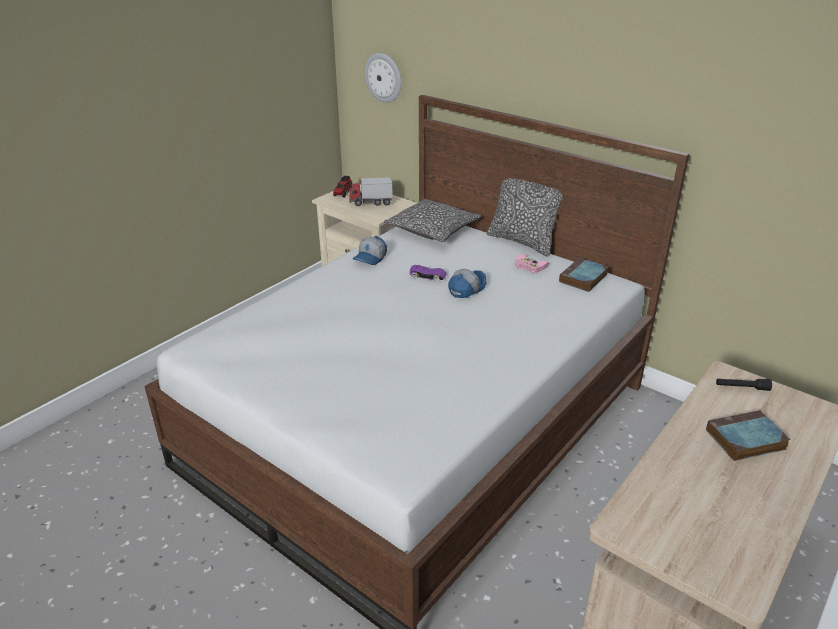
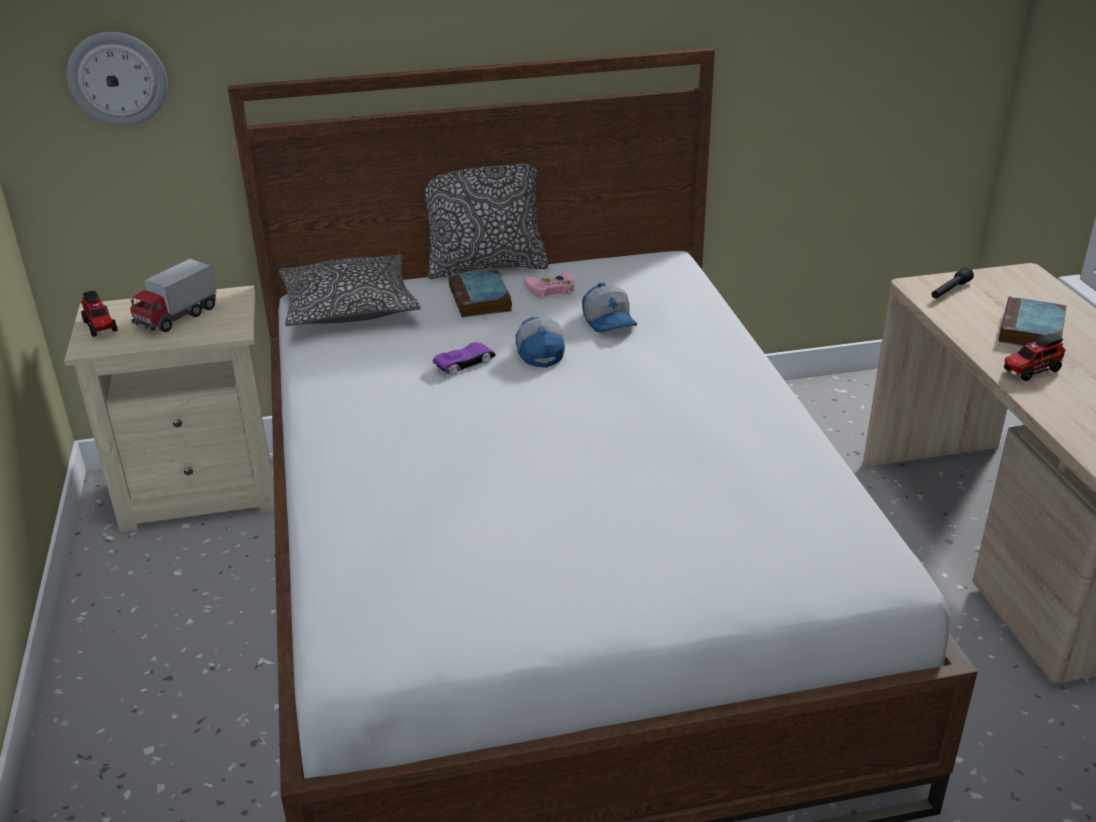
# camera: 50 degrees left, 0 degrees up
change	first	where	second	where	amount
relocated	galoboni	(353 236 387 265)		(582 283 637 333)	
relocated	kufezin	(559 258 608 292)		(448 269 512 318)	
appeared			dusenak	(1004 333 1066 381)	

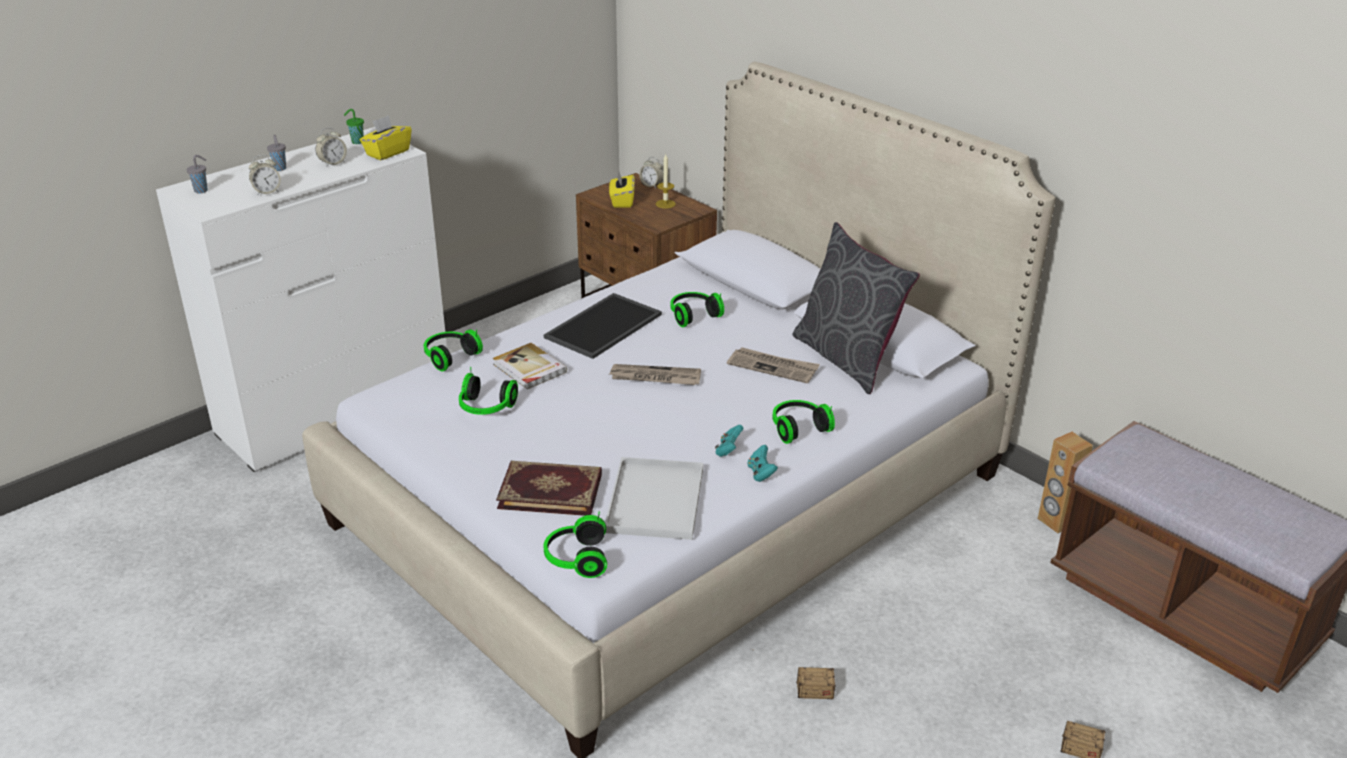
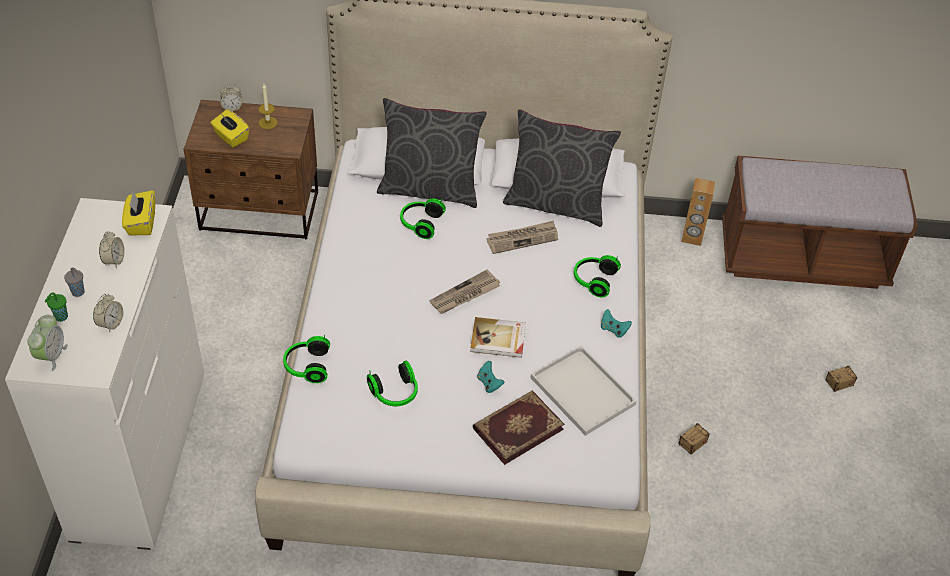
# camera: 45 degrees left, 15 degrees up
change	first	where	second	where	amount
exchanged	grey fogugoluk	(187 155 208 193)	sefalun	(27 314 68 371)	
relocated	green fogugoluk	(344 109 364 144)		(45 292 68 322)	
relocated	kufezin	(493 343 567 389)		(470 317 526 358)	
missing	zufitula	(544 293 662 359)			
missing	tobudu	(544 511 607 578)			
relocated	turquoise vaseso	(715 425 744 457)		(477 361 504 393)	
appeared			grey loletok	(377 98 487 208)	

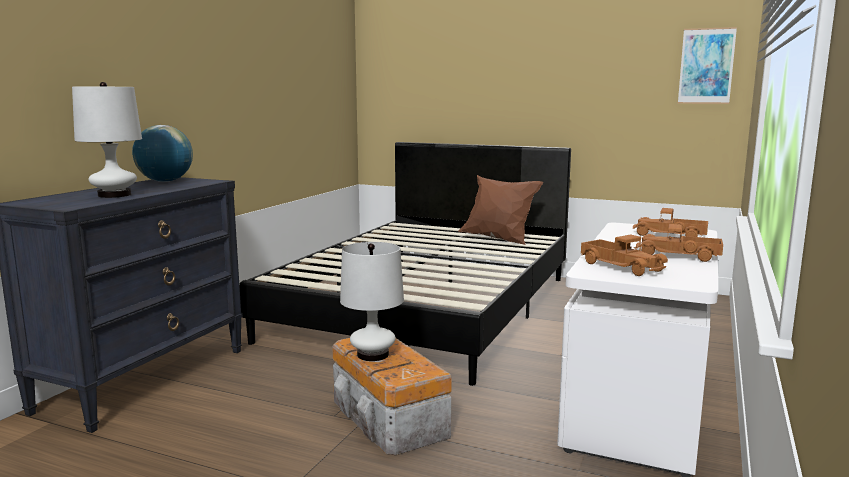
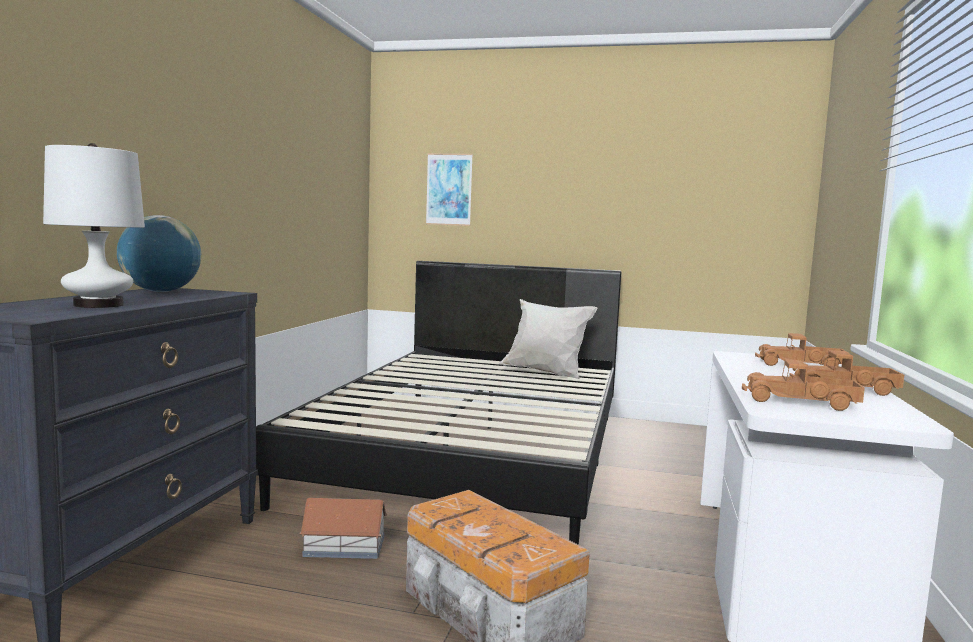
# camera: 10 degrees left, 5 degrees down
change	first	where	second	where	amount
missing	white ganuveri	(340 242 404 361)			
colour	brown loletok	(458 175 543 245)	white loletok	(499 299 598 379)	
spun	dusenak	(581 234 668 276)		(742 359 865 411)	150 degrees clockwise
relocated	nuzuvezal	(678 27 737 104)		(426 153 473 226)	
appeared			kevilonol	(300 498 387 559)	

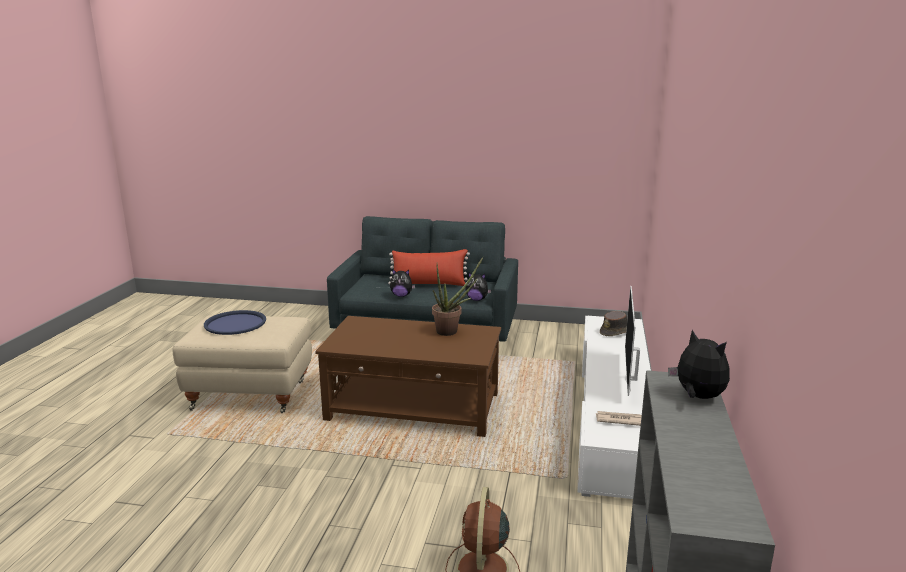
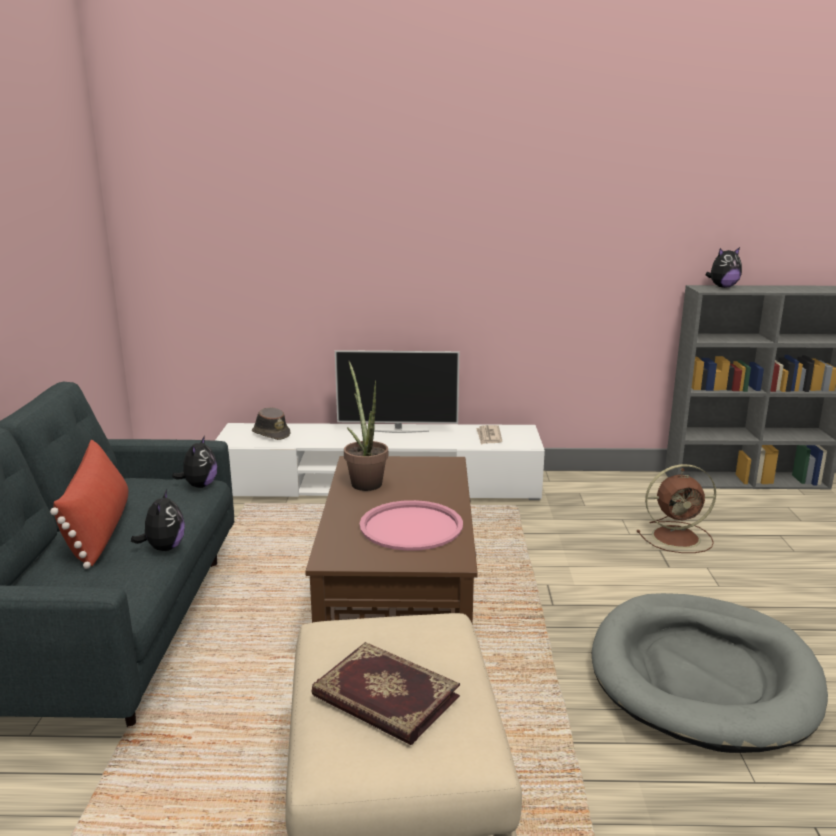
# camera: 100 degrees left, 0 degrees up
change	first	where	second	where	amount
exchanged	blue zufitula	(204 310 266 335)	kufezin	(311 642 460 745)	
spun	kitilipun	(668 330 730 399)		(706 247 742 288)	150 degrees counterclockwise
appeared			pink zufitula	(360 500 463 551)	
appeared			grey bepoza	(592 593 828 753)	

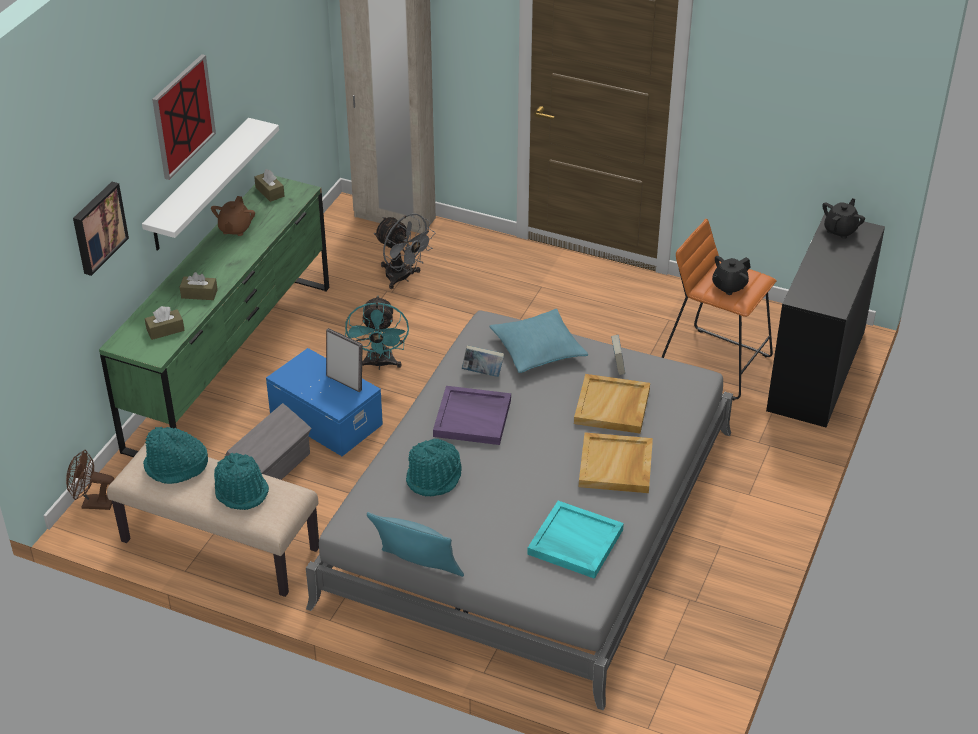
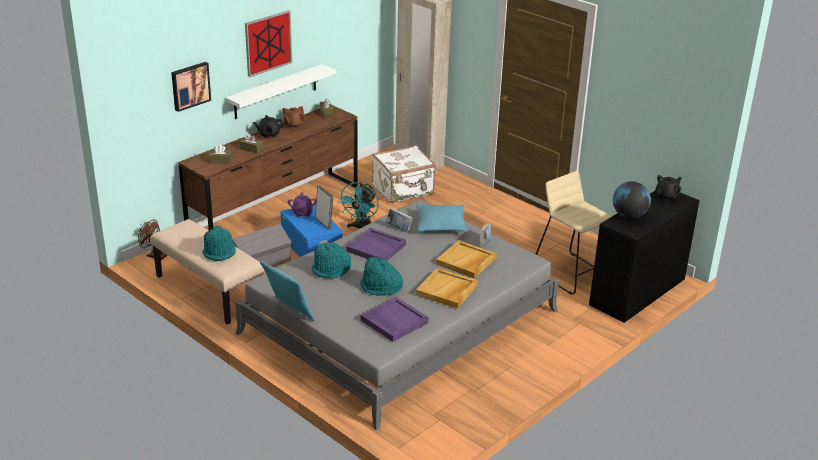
# camera: 20 degrees right, 10 degrees down
change	first	where	second	where	amount
colour	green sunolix	(99 176 329 457)	brown sunolix	(178 105 358 230)	
relocated	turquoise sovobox	(143 427 208 484)		(360 256 403 296)	
exchanged	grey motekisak	(374 213 435 289)	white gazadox	(372 145 436 203)	
colour	turquoise zufitula	(527 501 624 579)	purple zufitula	(361 297 429 342)	
colour	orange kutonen	(661 219 777 400)	beige kutonen	(535 171 612 295)	
relocated	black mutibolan	(712 256 750 295)		(253 115 284 138)	
appeared			purple mutibolan	(288 193 316 217)	
appeared			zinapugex	(613 181 651 219)	

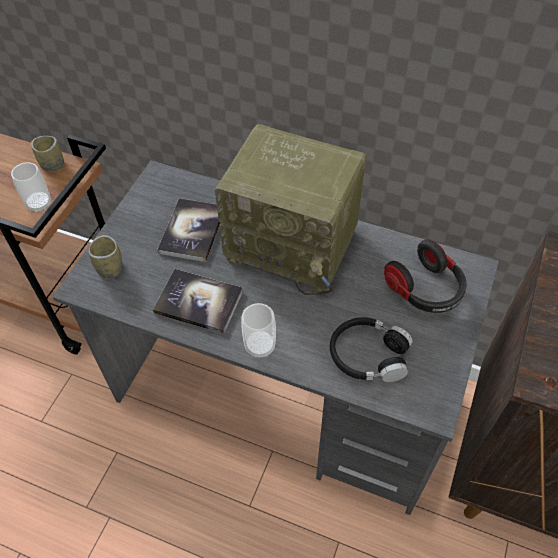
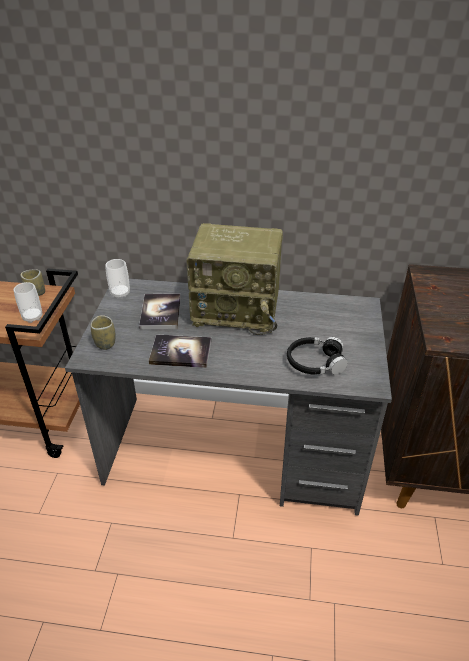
# camera: 15 degrees left, 15 degrees down
change	first	where	second	where	amount
relocated	fogugoluk	(241 303 276 358)		(105 259 130 299)	
missing	tobudu	(384 239 466 313)			

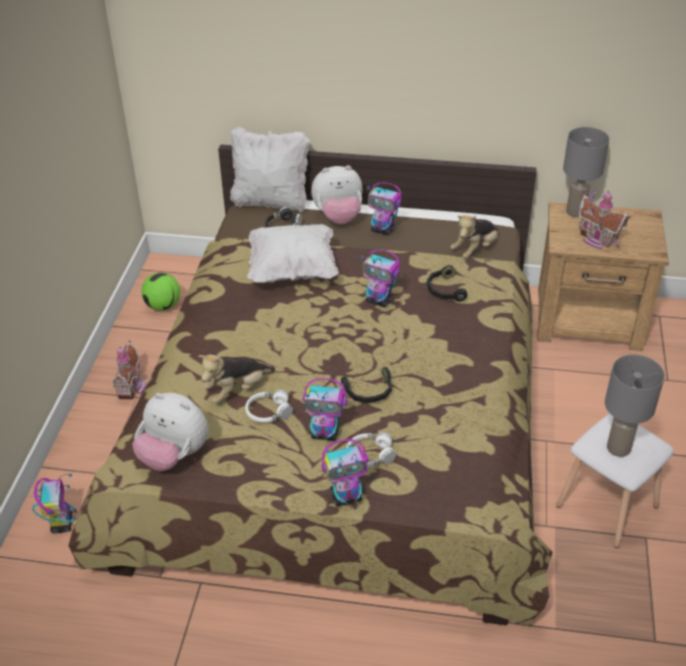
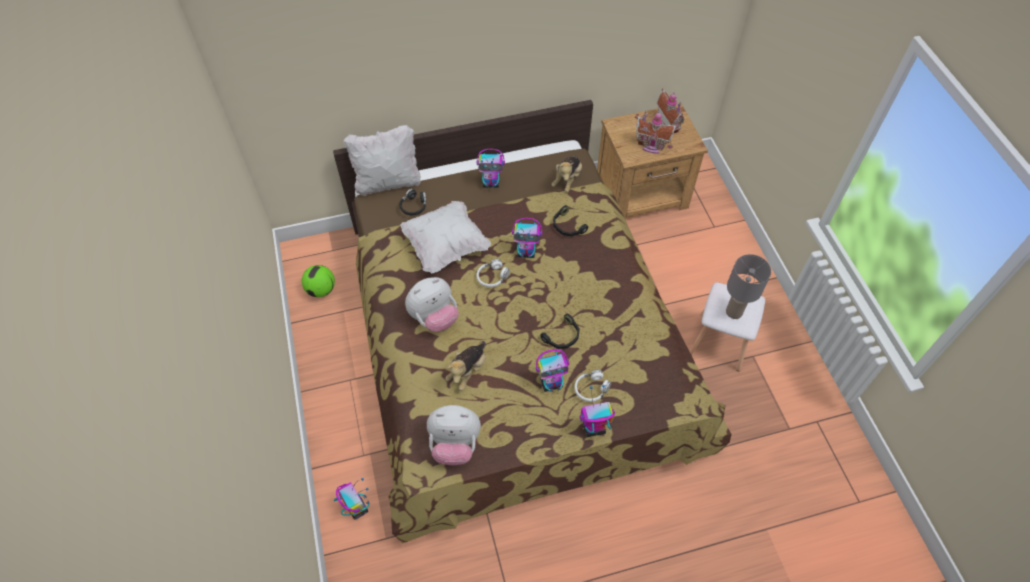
# camera: 25 degrees left, 15 degrees up
change	first	where	second	where	amount
relocated	kevilonol	(113 340 146 400)		(657 88 684 133)	
relocated	white tobudu	(245 389 293 423)		(476 259 510 287)	
relocated	kitilipun	(311 165 363 224)		(405 277 459 332)	
spun	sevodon	(322 439 369 507)		(580 385 615 437)	150 degrees counterclockwise
missing	grey ganuveri	(563 127 609 217)			

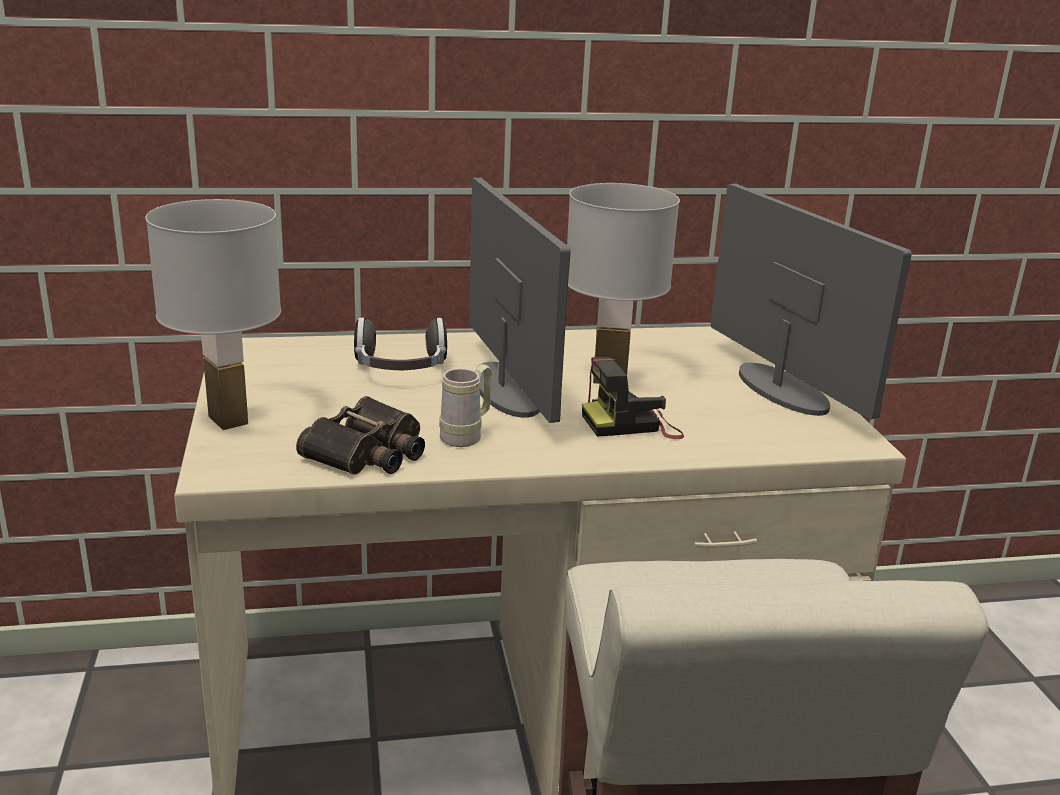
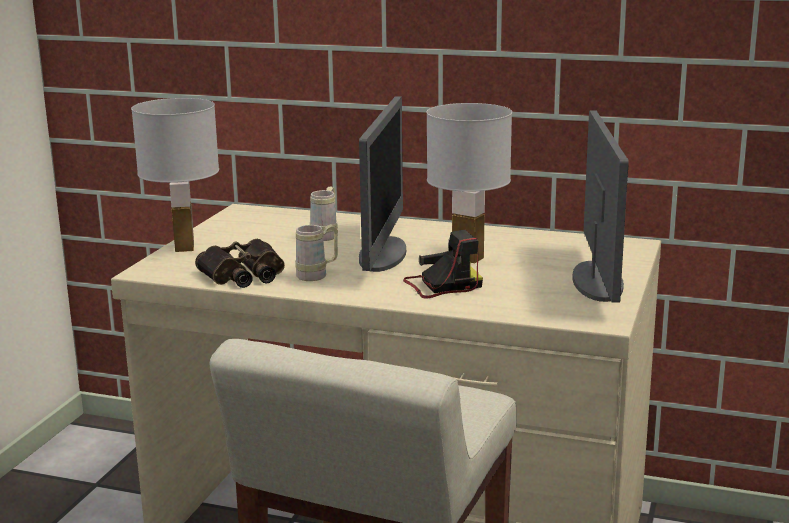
# camera: 30 degrees right, 5 degrees down
change	first	where	second	where	amount
exchanged	tobudu	(354 317 447 370)	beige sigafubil	(310 186 338 241)	
spun	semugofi	(582 357 685 439)		(403 230 483 299)	150 degrees clockwise

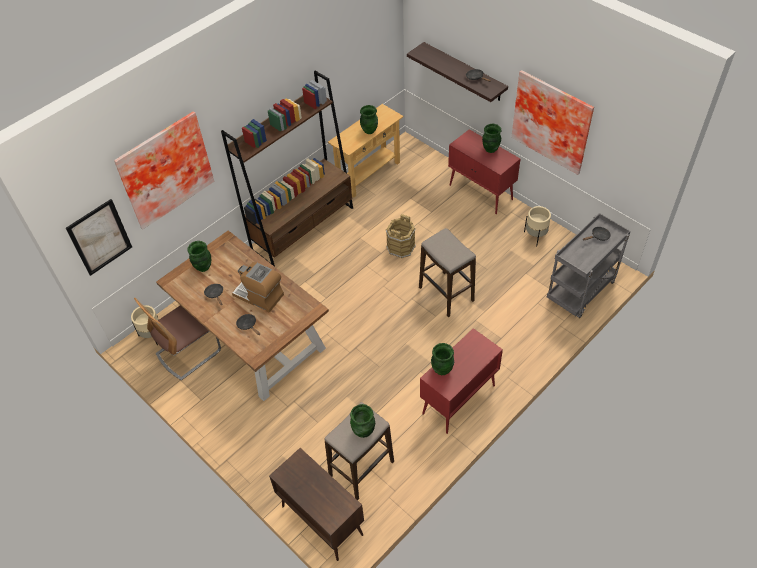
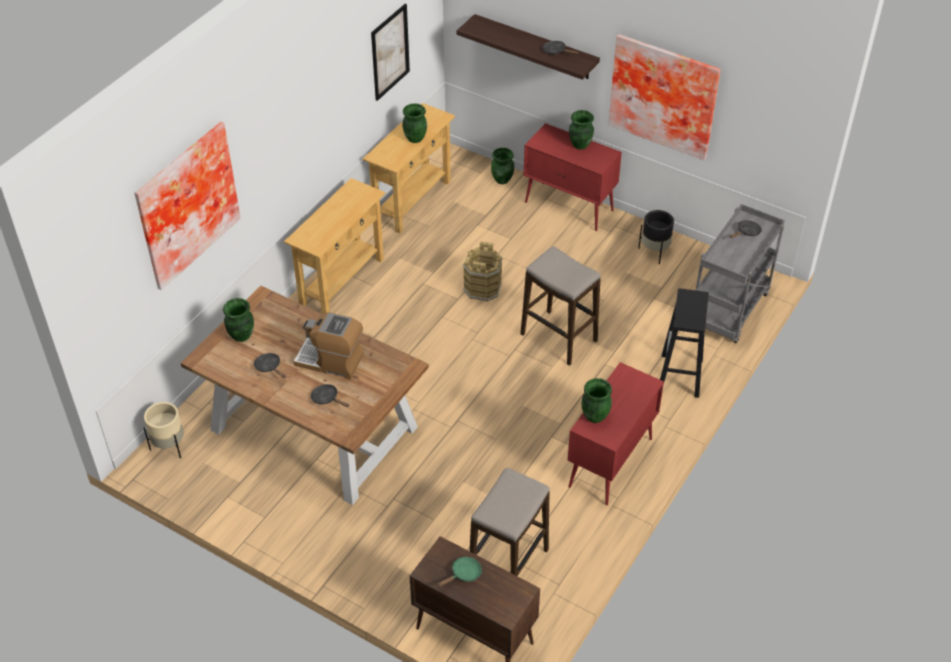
# camera: 15 degrees left, 5 degrees down
change	first	where	second	where	amount
relocated	nuzuvezal	(66 199 132 276)		(371 3 410 101)	
missing	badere	(134 298 221 380)			
exchanged	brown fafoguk	(221 71 353 267)	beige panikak	(284 178 385 314)	
relocated	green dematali	(350 404 375 438)		(491 148 514 184)	
colour	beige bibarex	(524 206 551 247)	black bibarex	(638 210 674 264)	
appeared			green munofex	(437 557 482 587)	
appeared			black kutonen	(660 288 709 398)	

